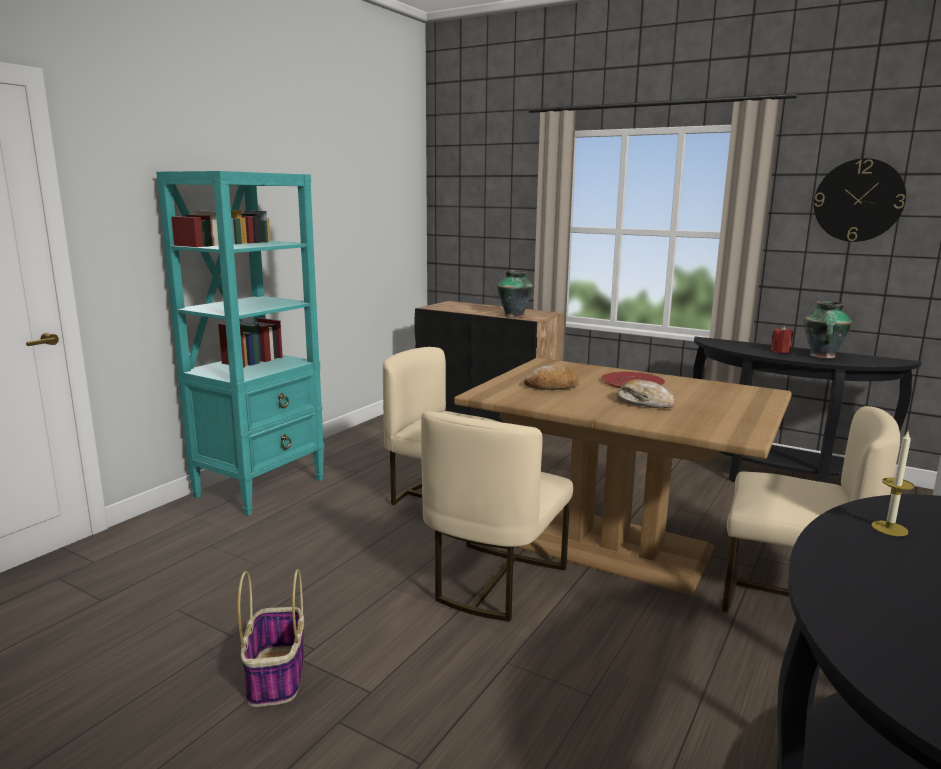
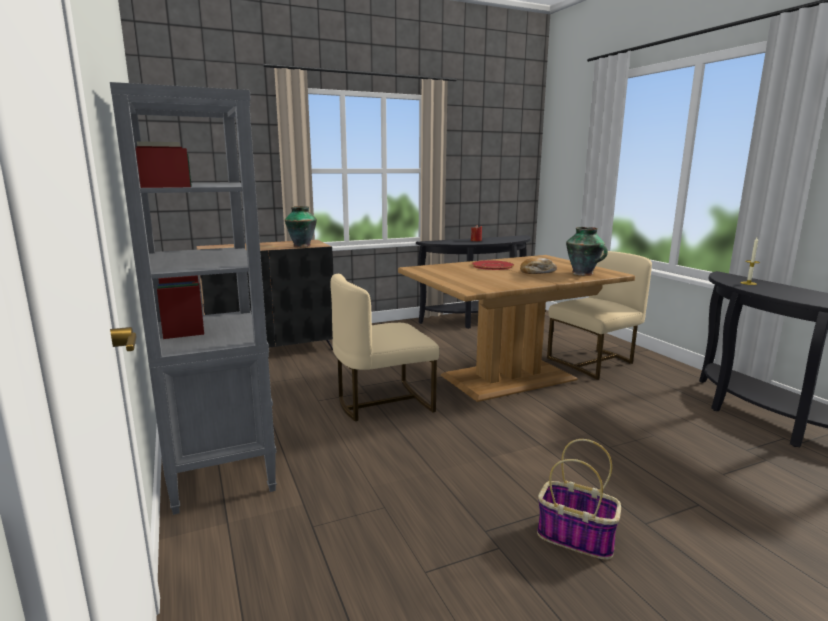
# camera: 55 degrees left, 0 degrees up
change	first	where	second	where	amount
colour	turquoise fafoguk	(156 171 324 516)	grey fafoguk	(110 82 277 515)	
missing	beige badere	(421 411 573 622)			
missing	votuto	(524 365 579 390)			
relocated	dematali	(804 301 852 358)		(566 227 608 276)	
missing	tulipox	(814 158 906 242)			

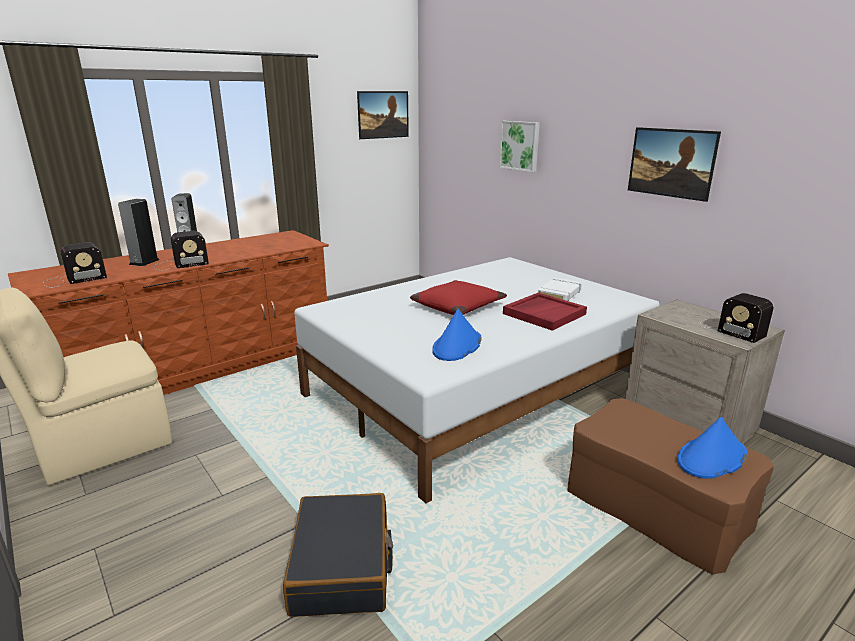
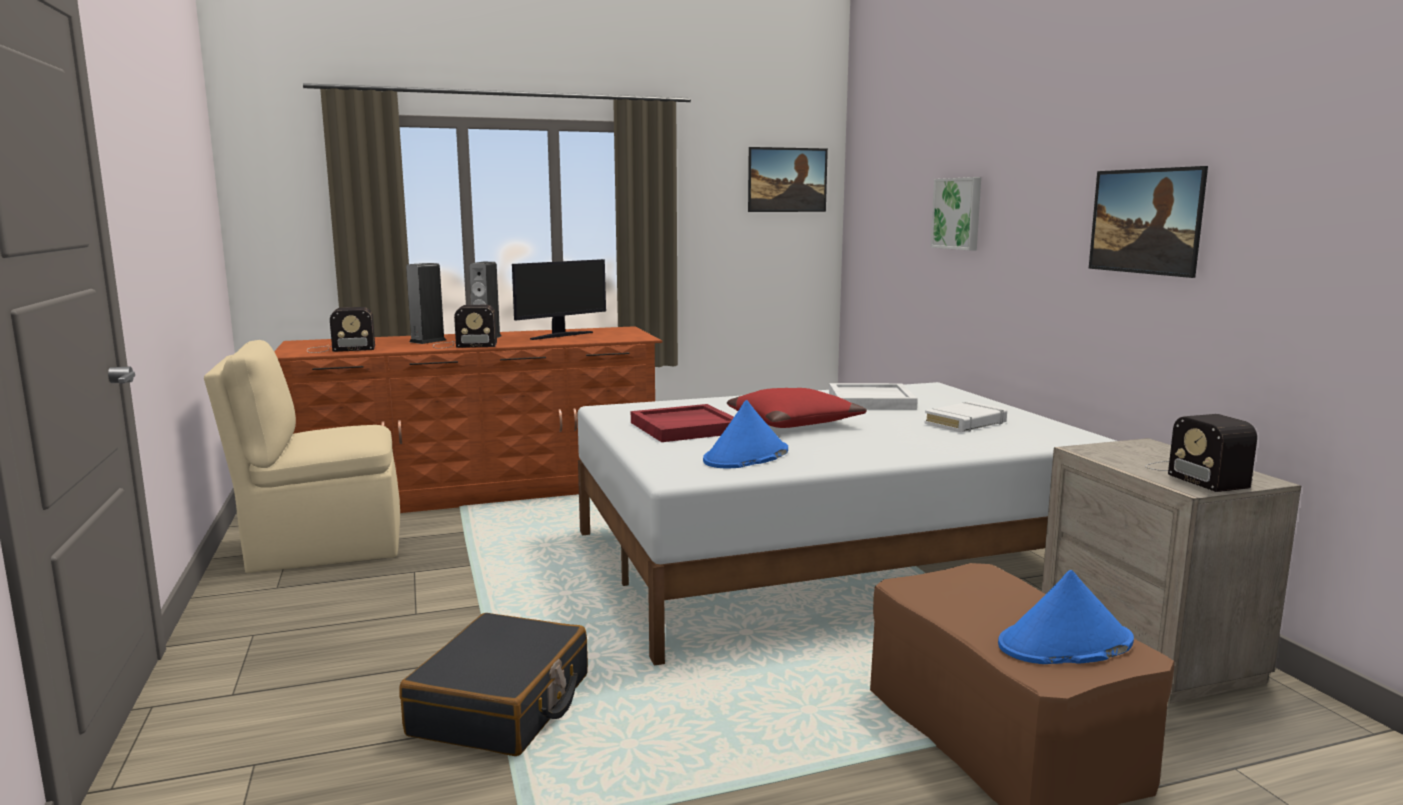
# camera: 20 degrees right, 10 degrees down
change	first	where	second	where	amount
relocated	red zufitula	(503 293 587 331)		(631 404 734 442)	
appeared			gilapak	(512 259 606 340)	
appeared			white zufitula	(829 383 918 409)	

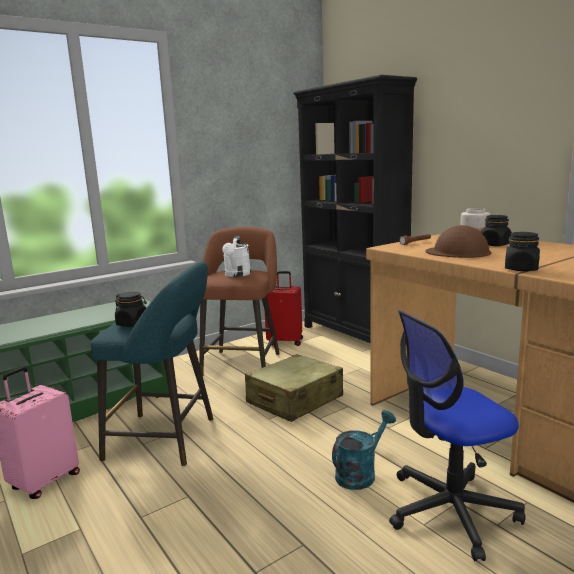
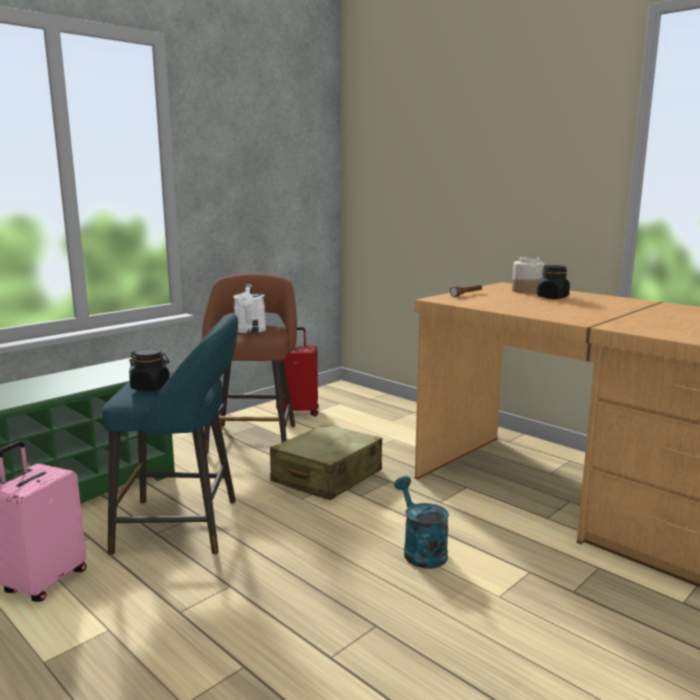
# camera: 10 degrees left, 0 degrees up
change	first	where	second	where	amount
missing	black fafoguk	(293 75 417 343)			
spun	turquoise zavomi	(332 410 396 490)		(394 476 449 569)	60 degrees counterclockwise
missing	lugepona	(389 310 525 561)			
missing	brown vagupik	(425 225 491 258)			
missing	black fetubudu	(505 232 540 271)			

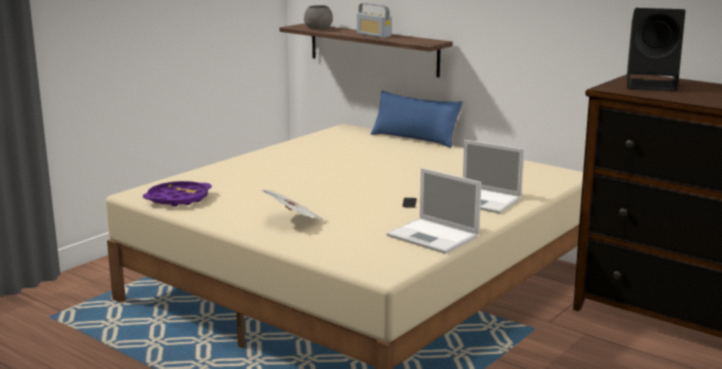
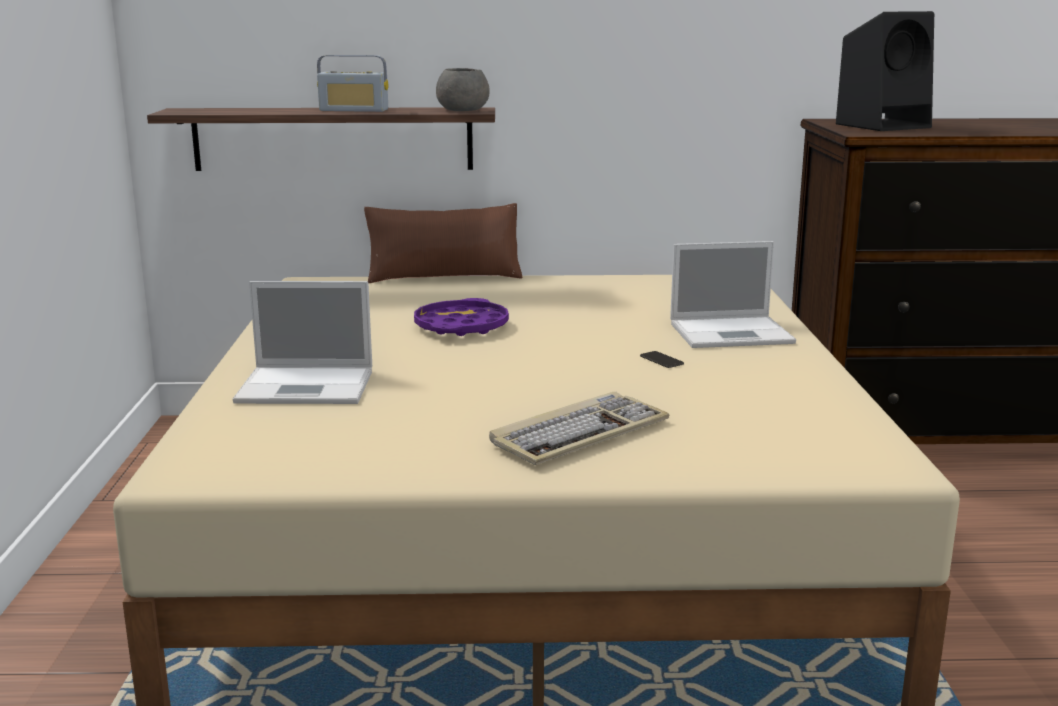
# camera: 40 degrees left, 0 degrees up
change	first	where	second	where	amount
relocated	purple zufitula	(143 181 212 207)		(414 298 509 336)	
exchanged	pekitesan	(260 190 327 220)	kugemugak	(489 391 669 465)	
relocated	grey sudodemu	(304 5 333 29)		(436 68 490 111)	
colour	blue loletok	(371 91 463 148)	brown loletok	(364 203 523 283)	
relocated	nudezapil	(386 168 481 254)		(233 281 372 404)	

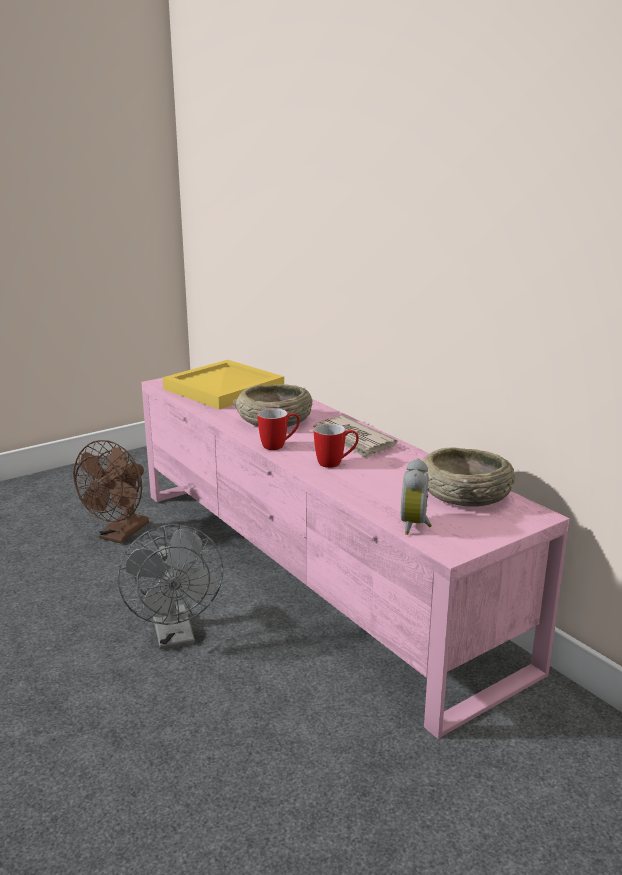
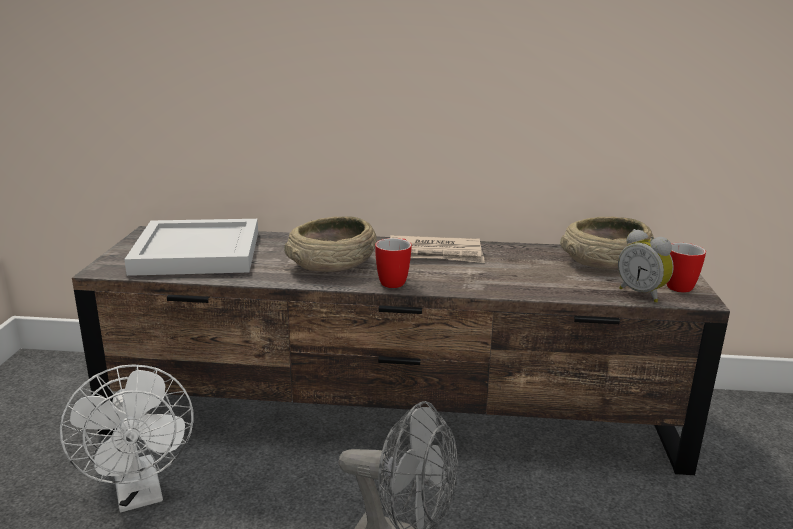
# camera: 50 degrees left, 0 degrees up
change	first	where	second	where	amount
colour	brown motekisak	(73 440 149 543)	white motekisak	(60 364 194 512)	
colour	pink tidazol	(141 378 570 739)	brown tidazol	(72 226 730 475)	
colour	yellow zufitula	(162 360 284 409)	white zufitula	(124 219 258 276)	
relocated	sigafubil	(314 423 359 468)		(666 243 706 293)	

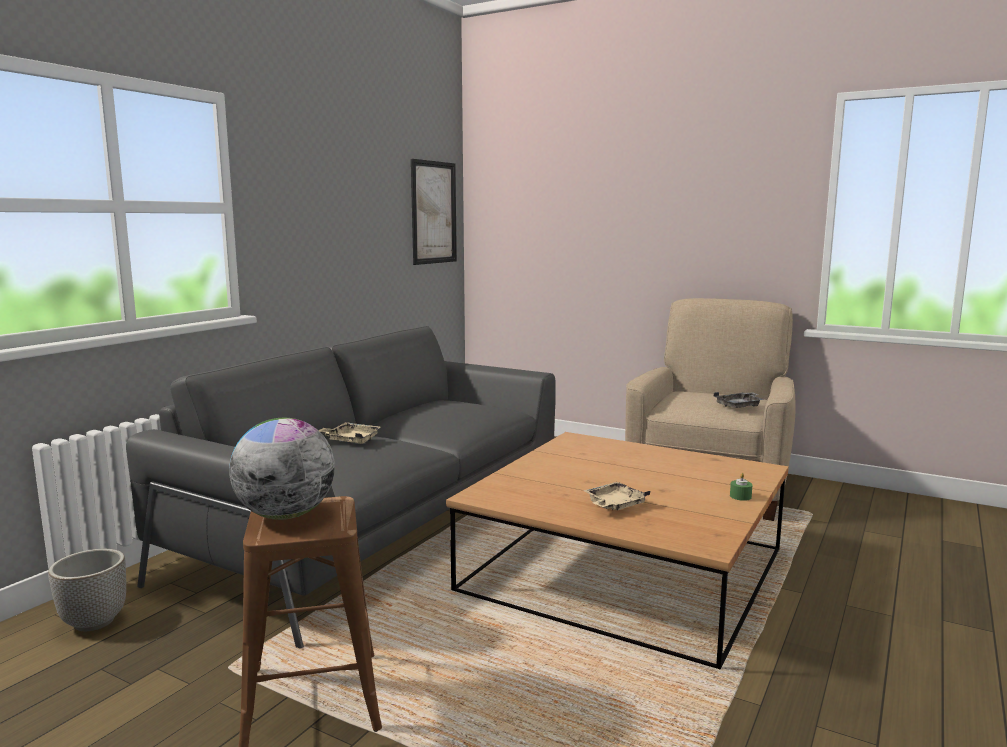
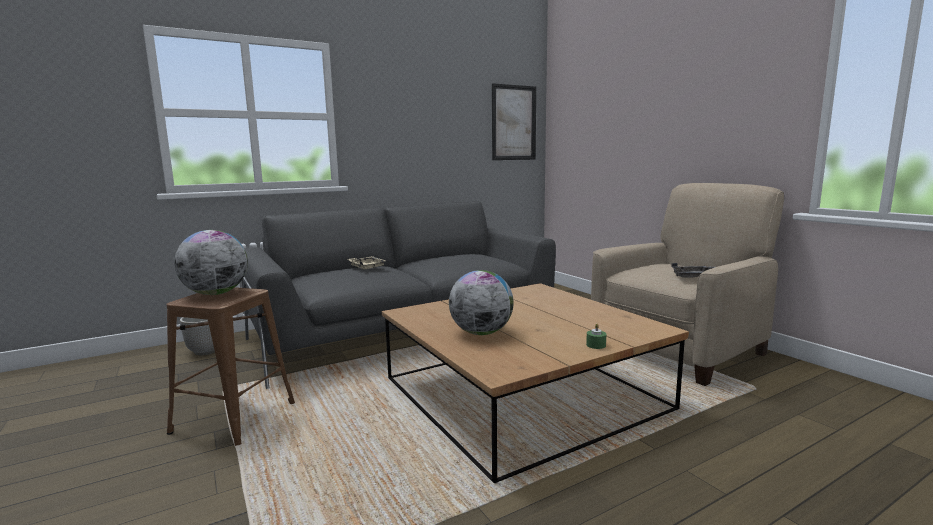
# camera: 30 degrees right, 0 degrees up
change	first	where	second	where	amount
exchanged	beige zufitula	(584 482 650 510)	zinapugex	(449 270 514 335)	

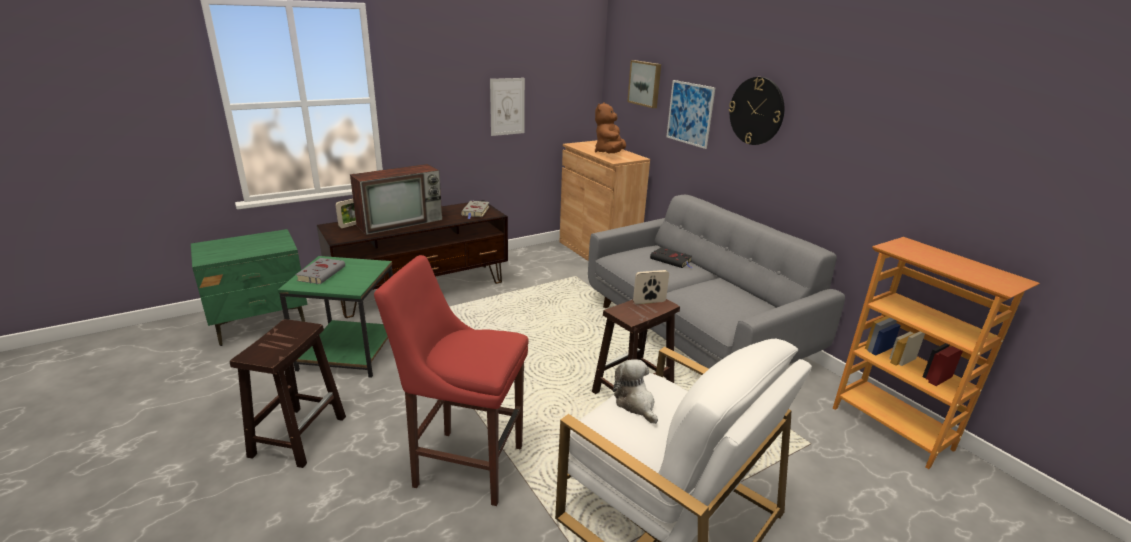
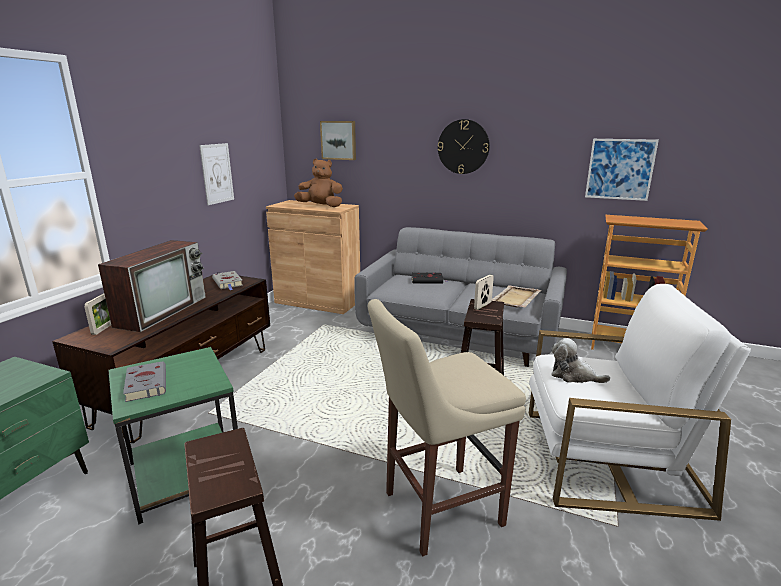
# camera: 35 degrees left, 5 degrees down
change	first	where	second	where	amount
colour	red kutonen	(374 255 529 506)	beige kutonen	(368 299 526 557)	
spun	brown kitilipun	(595 102 626 153)		(294 159 343 207)	120 degrees clockwise
relocated	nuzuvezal	(666 80 716 149)		(585 139 659 201)	
appeared			beige zufitula	(492 285 541 307)	

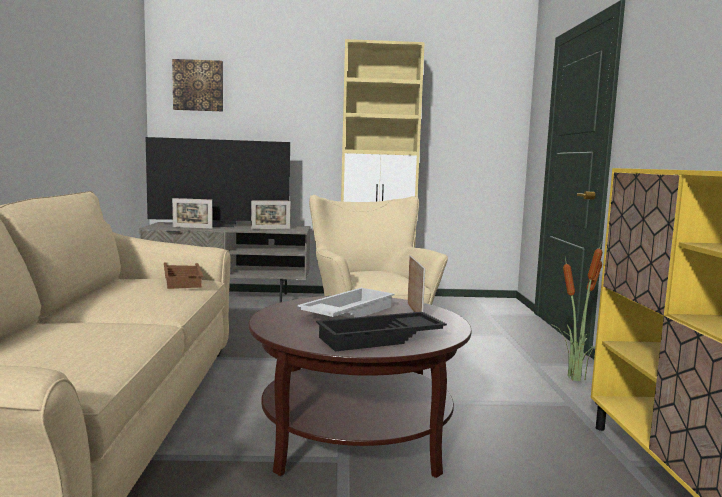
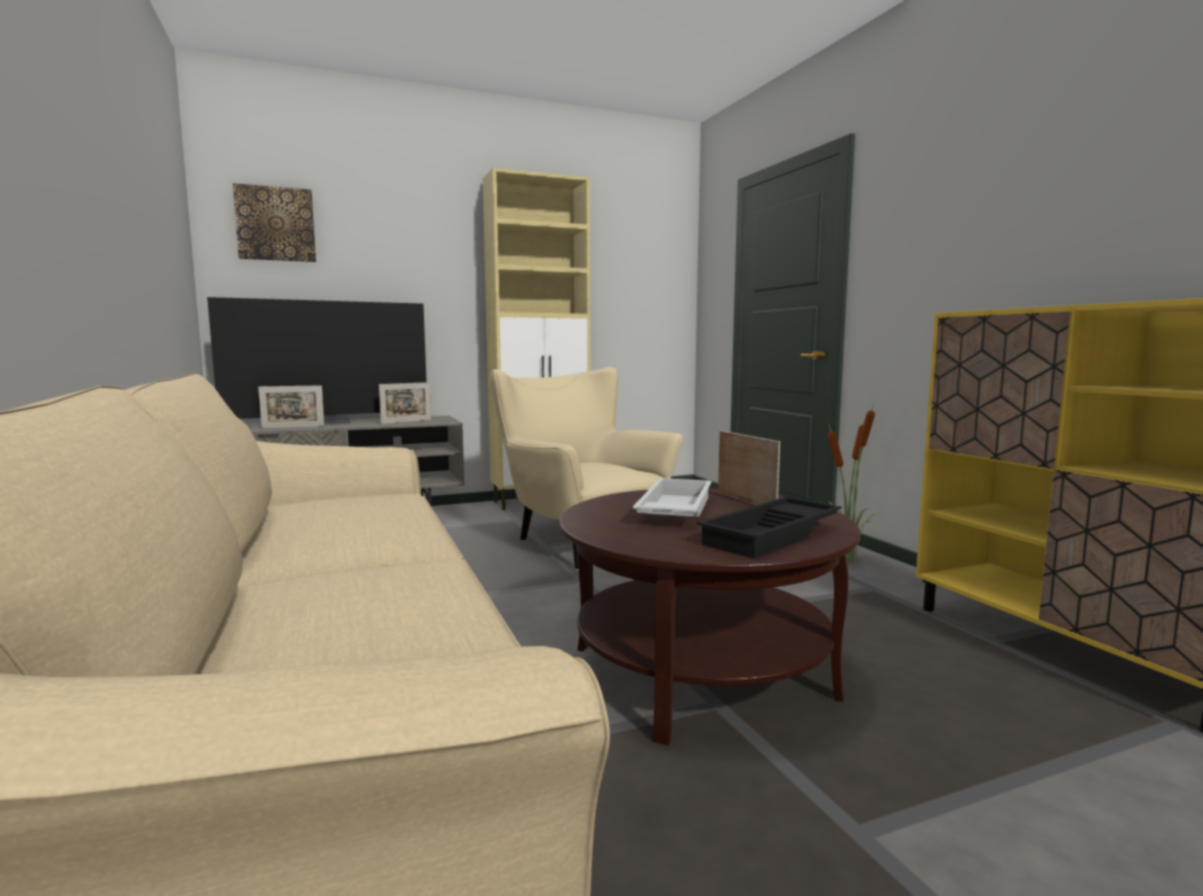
# camera: 20 degrees left, 0 degrees up
change	first	where	second	where	amount
missing	brown zufitula	(164 263 204 289)			

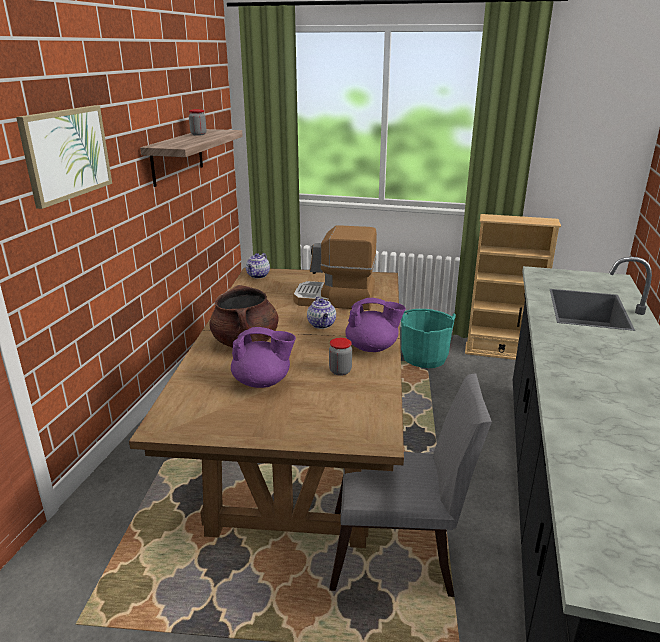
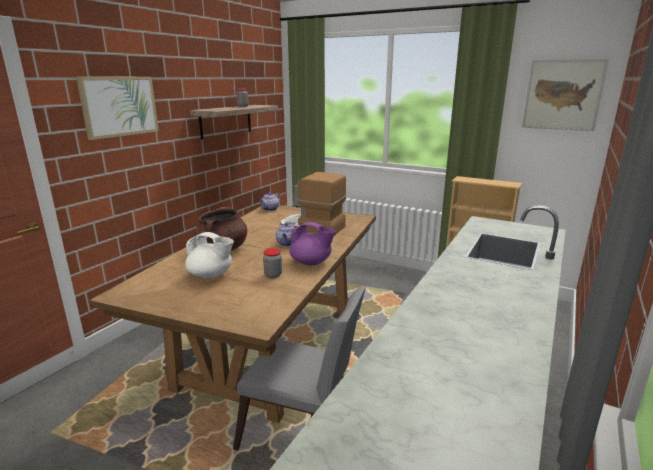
# camera: 15 degrees right, 5 degrees down
change	first	where	second	where	amount
colour	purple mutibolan	(231 327 296 388)	white mutibolan	(185 232 234 279)	
missing	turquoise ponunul	(401 309 456 368)			
appeared			nuzuvezal	(521 59 609 131)	

